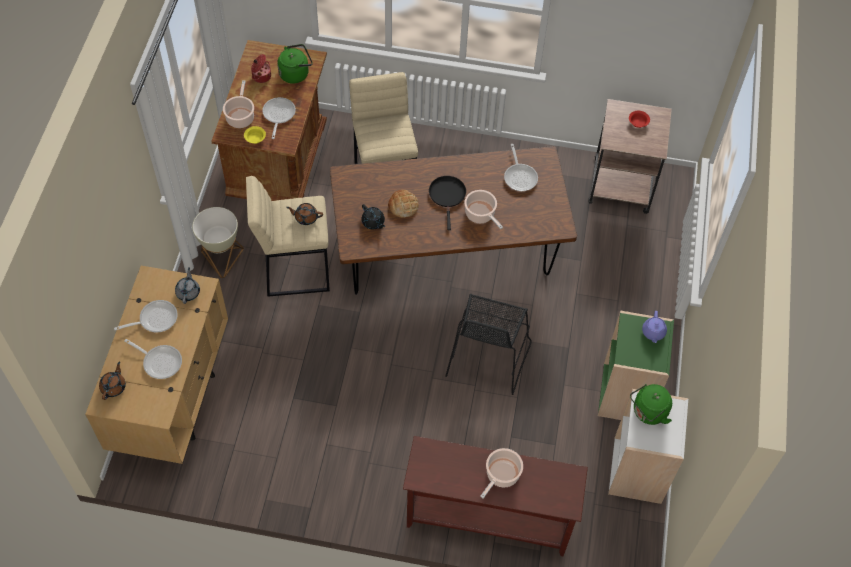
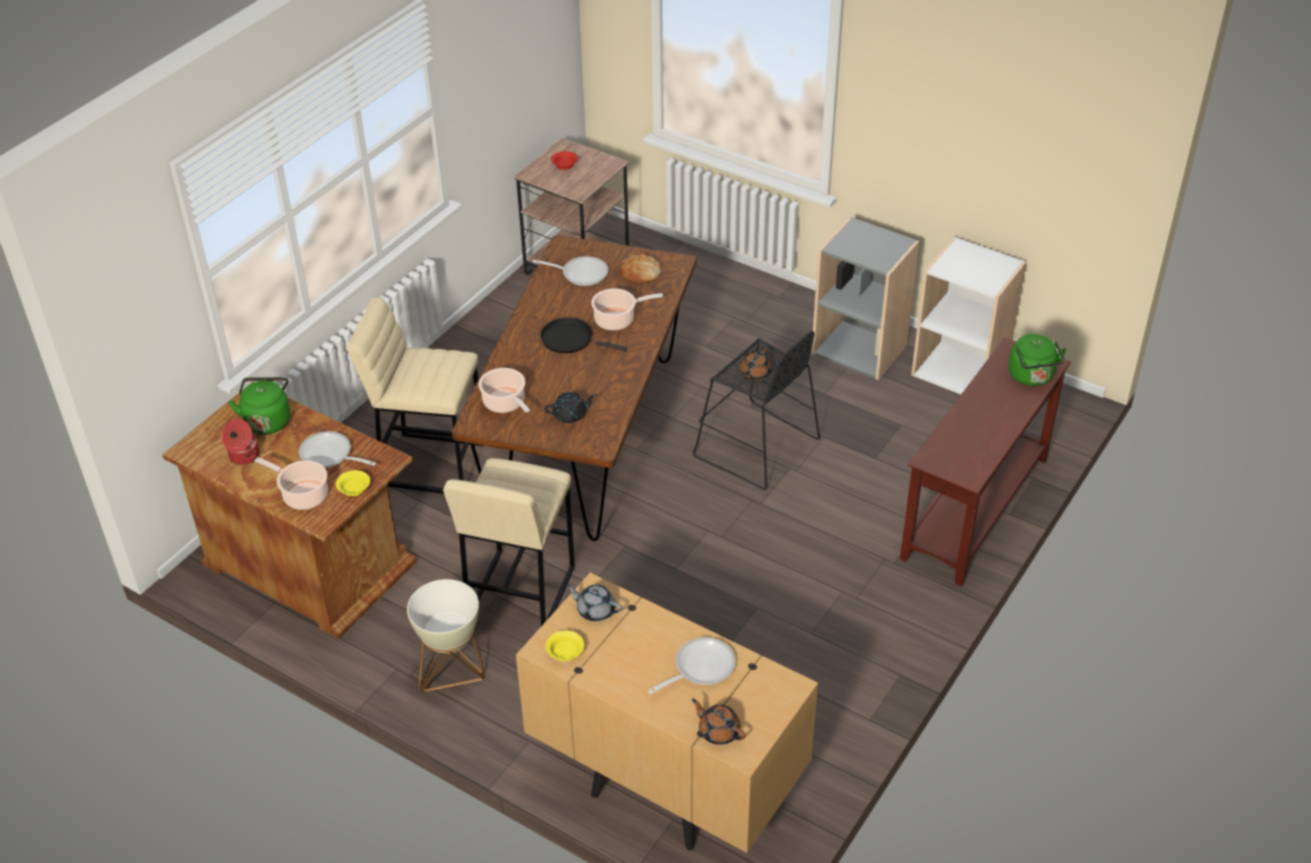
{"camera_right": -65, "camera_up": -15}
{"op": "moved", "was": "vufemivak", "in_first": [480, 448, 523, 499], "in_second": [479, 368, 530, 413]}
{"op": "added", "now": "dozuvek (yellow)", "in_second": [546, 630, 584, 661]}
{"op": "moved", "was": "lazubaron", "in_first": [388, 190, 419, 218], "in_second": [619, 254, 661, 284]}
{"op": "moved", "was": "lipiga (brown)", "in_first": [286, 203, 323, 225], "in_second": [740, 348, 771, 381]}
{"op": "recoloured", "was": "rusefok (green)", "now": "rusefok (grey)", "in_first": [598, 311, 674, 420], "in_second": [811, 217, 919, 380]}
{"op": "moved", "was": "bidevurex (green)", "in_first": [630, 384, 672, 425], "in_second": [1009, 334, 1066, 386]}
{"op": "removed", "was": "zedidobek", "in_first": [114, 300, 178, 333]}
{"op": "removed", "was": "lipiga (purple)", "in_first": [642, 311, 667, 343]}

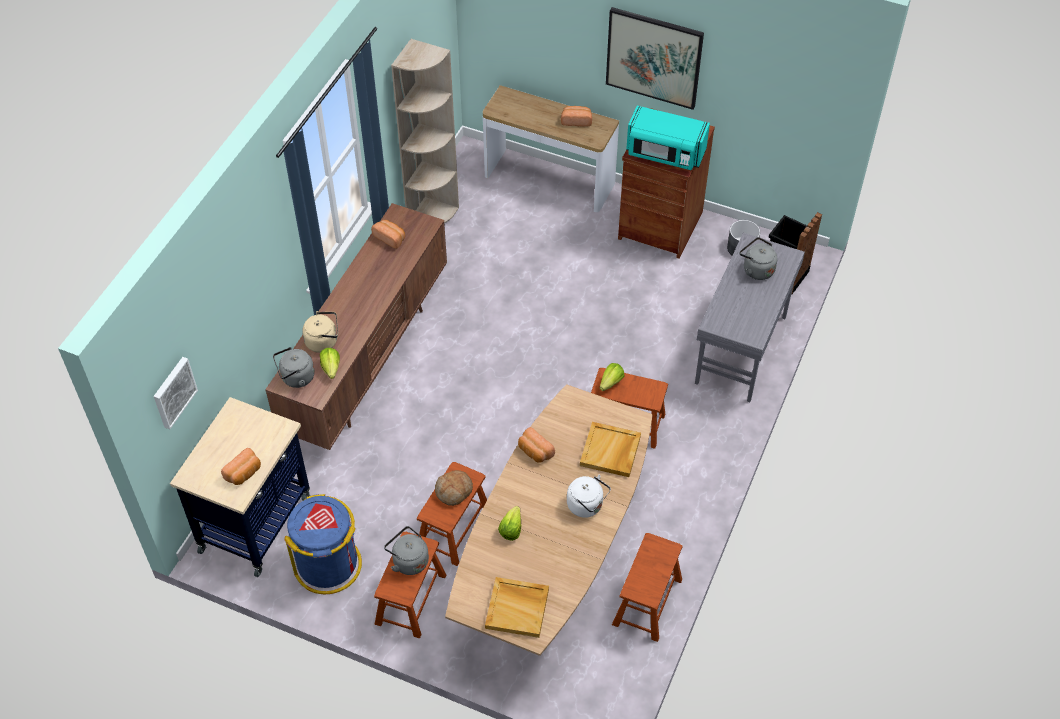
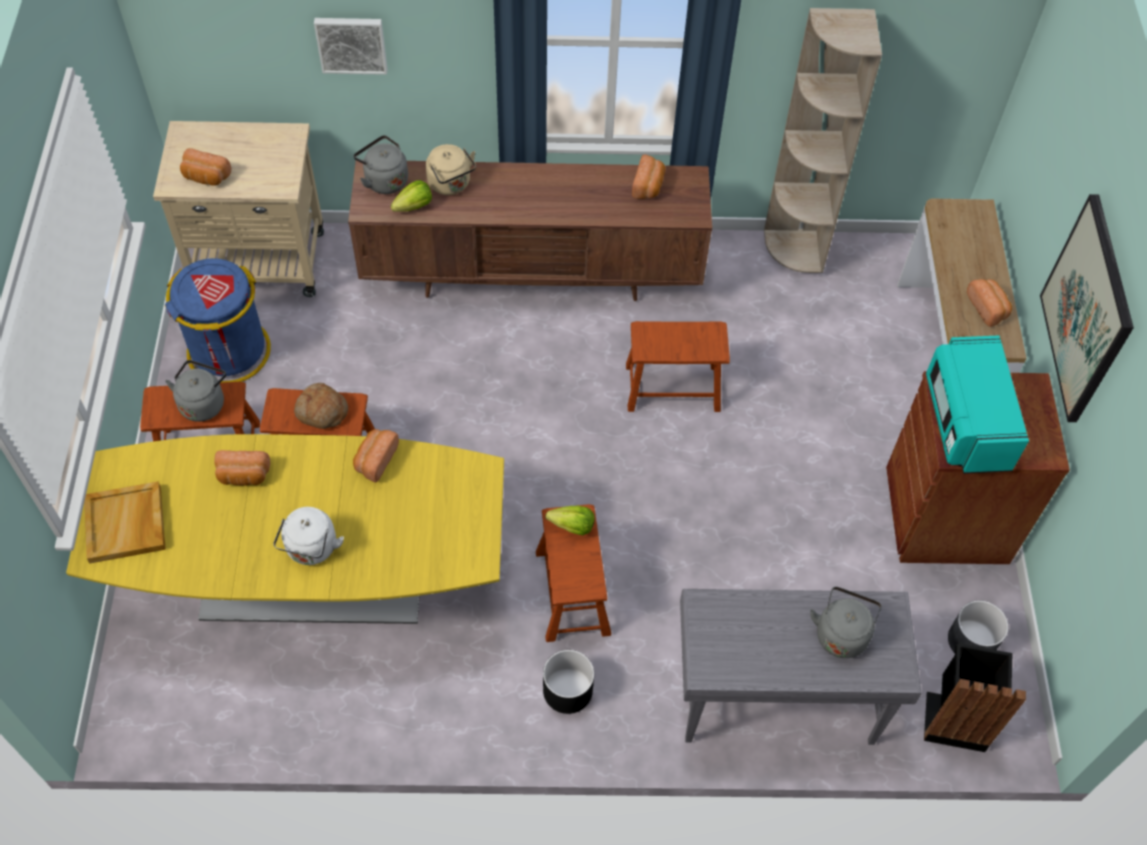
{"camera_right": 65, "camera_up": 5}
{"op": "recoloured", "was": "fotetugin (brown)", "now": "fotetugin (yellow)", "in_first": [445, 384, 653, 656], "in_second": [66, 434, 504, 624]}
{"op": "recoloured", "was": "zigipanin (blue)", "now": "zigipanin (beige)", "in_first": [170, 397, 310, 577], "in_second": [153, 121, 324, 297]}
{"op": "replaced", "was": "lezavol", "now": "lazubaron", "in_first": [498, 506, 521, 541], "in_second": [214, 450, 270, 486]}
{"op": "moved", "was": "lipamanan", "in_first": [154, 357, 198, 429], "in_second": [314, 18, 387, 75]}
{"op": "added", "now": "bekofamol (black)", "in_second": [543, 650, 594, 714]}
{"op": "moved", "was": "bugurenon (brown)", "in_first": [612, 533, 683, 642], "in_second": [626, 321, 730, 412]}
{"op": "removed", "was": "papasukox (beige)", "in_first": [580, 422, 641, 477]}

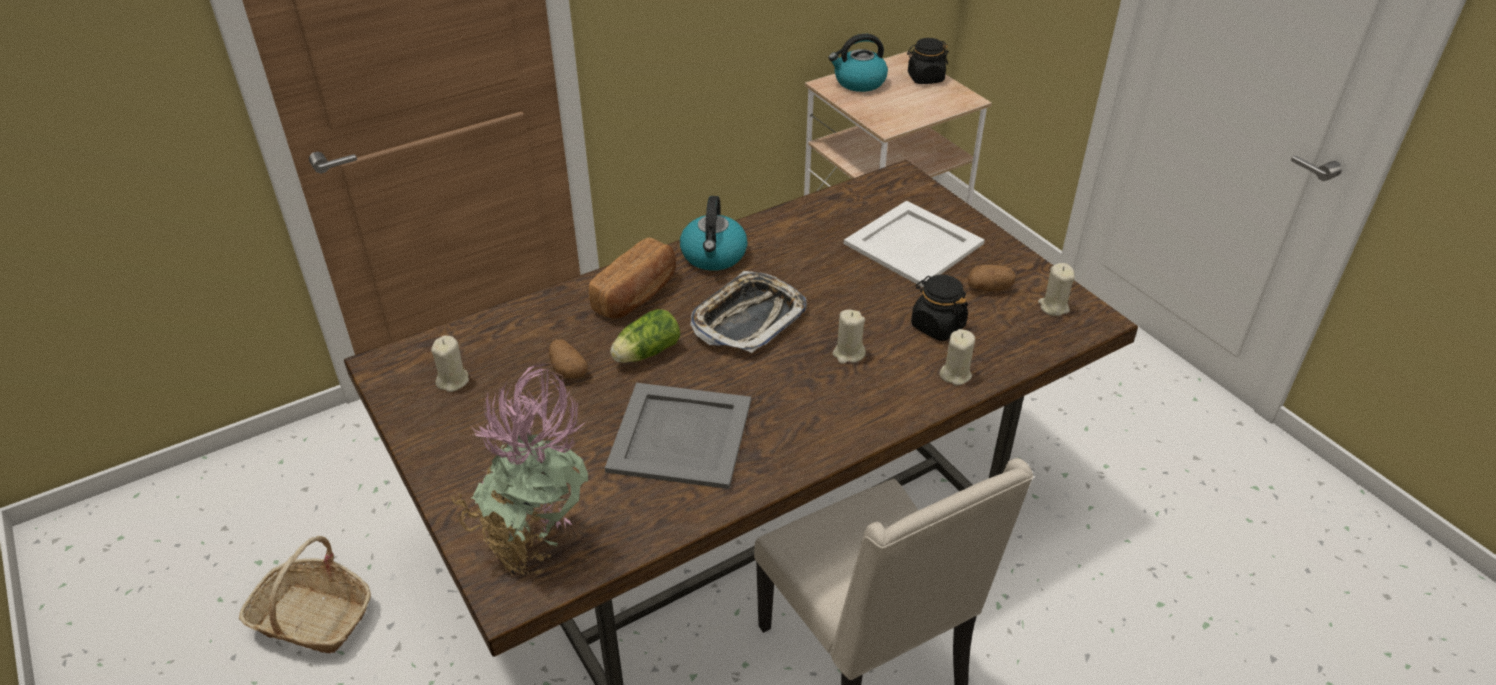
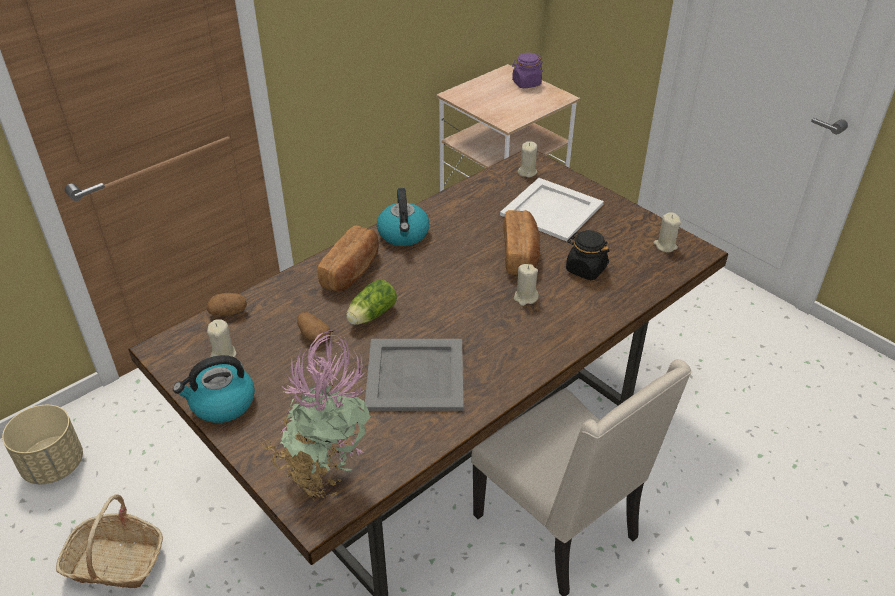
{"camera_right": -10, "camera_up": 0}
{"op": "added", "now": "bekofamol (beige)", "in_second": [2, 405, 83, 484]}
{"op": "moved", "was": "bidevurex", "in_first": [829, 34, 888, 92], "in_second": [173, 355, 255, 423]}
{"op": "moved", "was": "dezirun", "in_first": [968, 265, 1016, 292], "in_second": [207, 293, 247, 316]}
{"op": "added", "now": "lazubaron", "in_second": [503, 210, 540, 275]}
{"op": "recoloured", "was": "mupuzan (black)", "now": "mupuzan (purple)", "in_first": [907, 38, 949, 84], "in_second": [512, 53, 543, 88]}
{"op": "moved", "was": "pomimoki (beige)", "in_first": [940, 329, 975, 385], "in_second": [518, 141, 537, 177]}
{"op": "removed", "was": "papasukox", "in_first": [690, 271, 807, 353]}

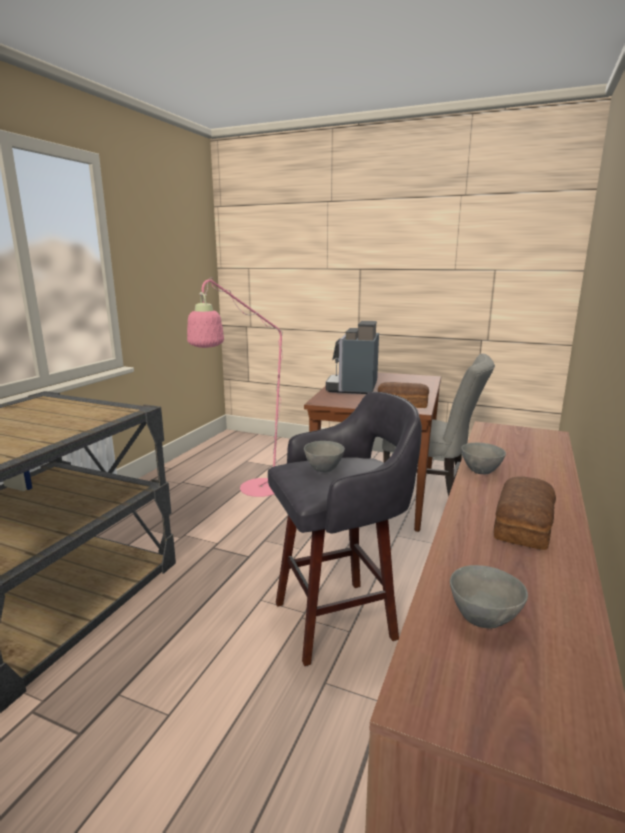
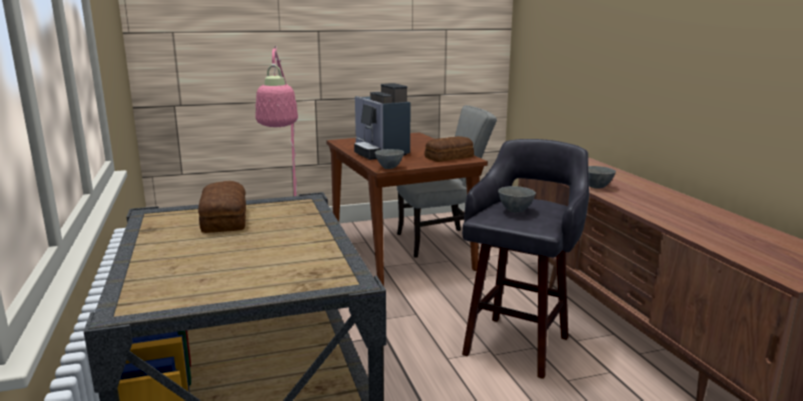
{"camera_right": -40, "camera_up": 0}
{"op": "moved", "was": "lazubaron", "in_first": [494, 476, 556, 550], "in_second": [198, 181, 246, 233]}
{"op": "moved", "was": "dozuvek (grey)", "in_first": [450, 565, 528, 629], "in_second": [375, 149, 404, 169]}

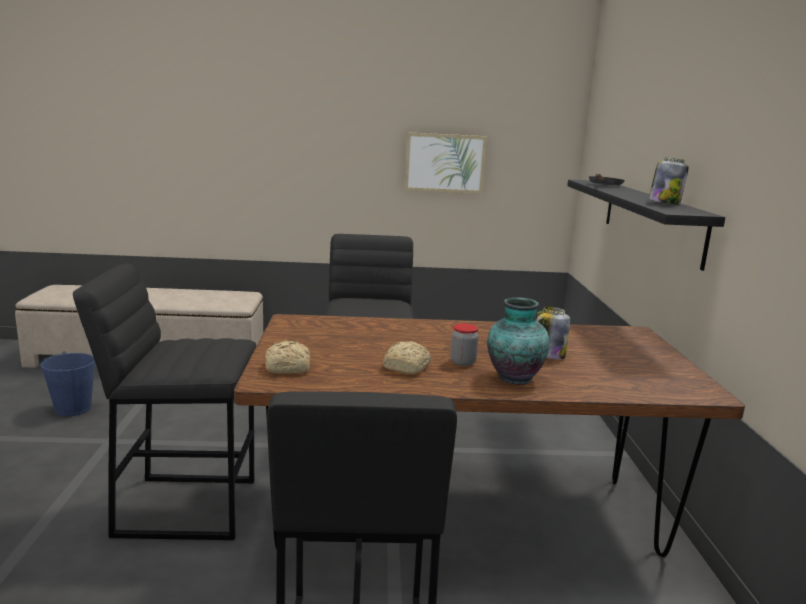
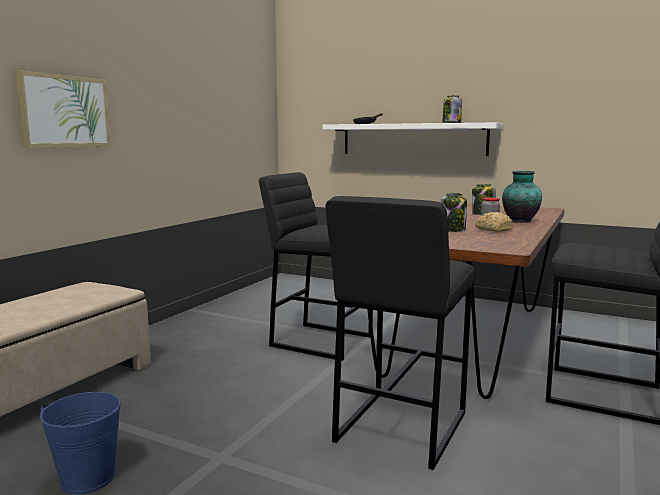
{"camera_right": -60, "camera_up": -5}
{"op": "moved", "was": "lipamanan", "in_first": [404, 132, 487, 194], "in_second": [15, 70, 111, 148]}
{"op": "recoloured", "was": "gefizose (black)", "now": "gefizose (white)", "in_first": [567, 180, 725, 271], "in_second": [323, 122, 503, 156]}
{"op": "added", "now": "mupuzan", "in_second": [440, 193, 467, 232]}
{"op": "removed", "was": "lazubaron", "in_first": [265, 340, 311, 374]}

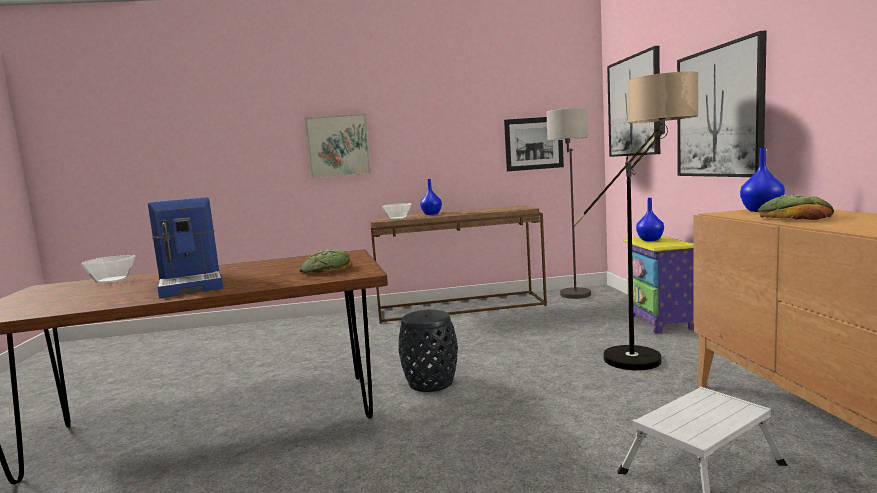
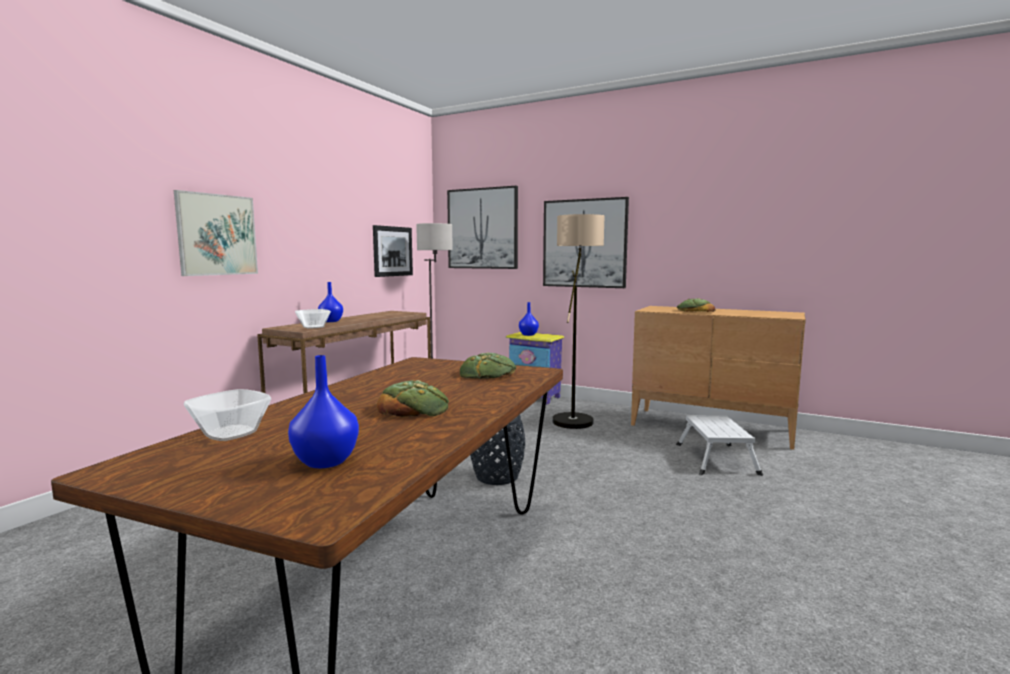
{"camera_right": -55, "camera_up": 0}
{"op": "moved", "was": "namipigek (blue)", "in_first": [740, 148, 785, 212], "in_second": [288, 355, 359, 468]}
{"op": "replaced", "was": "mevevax", "now": "lazubaron", "in_first": [148, 197, 223, 298], "in_second": [377, 380, 449, 417]}

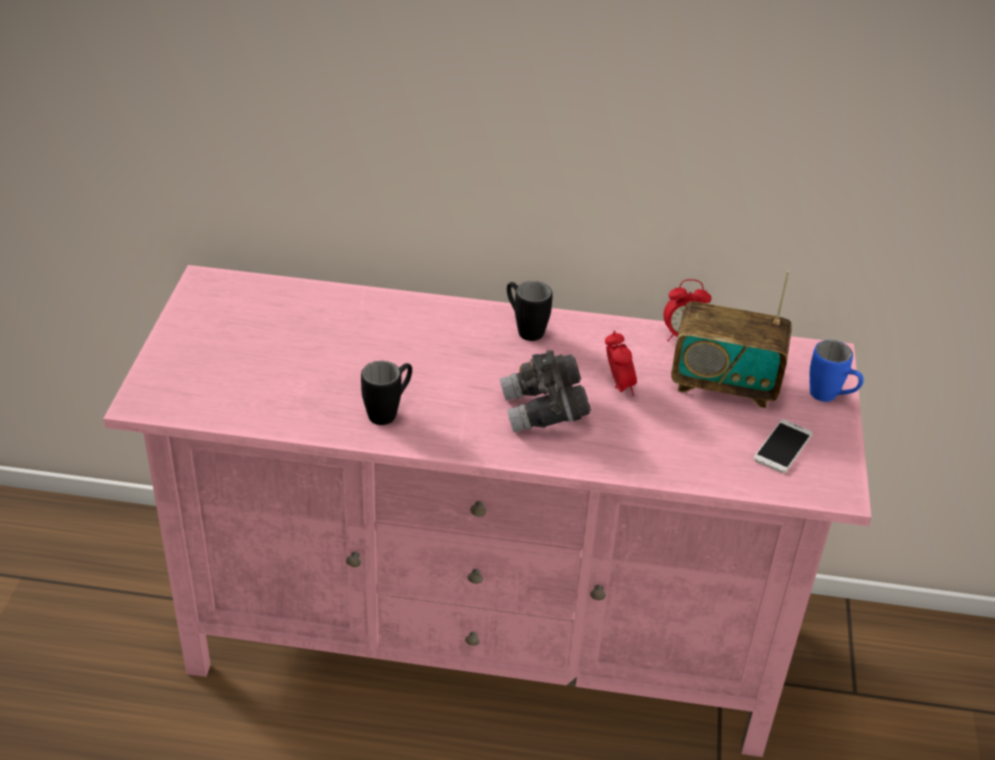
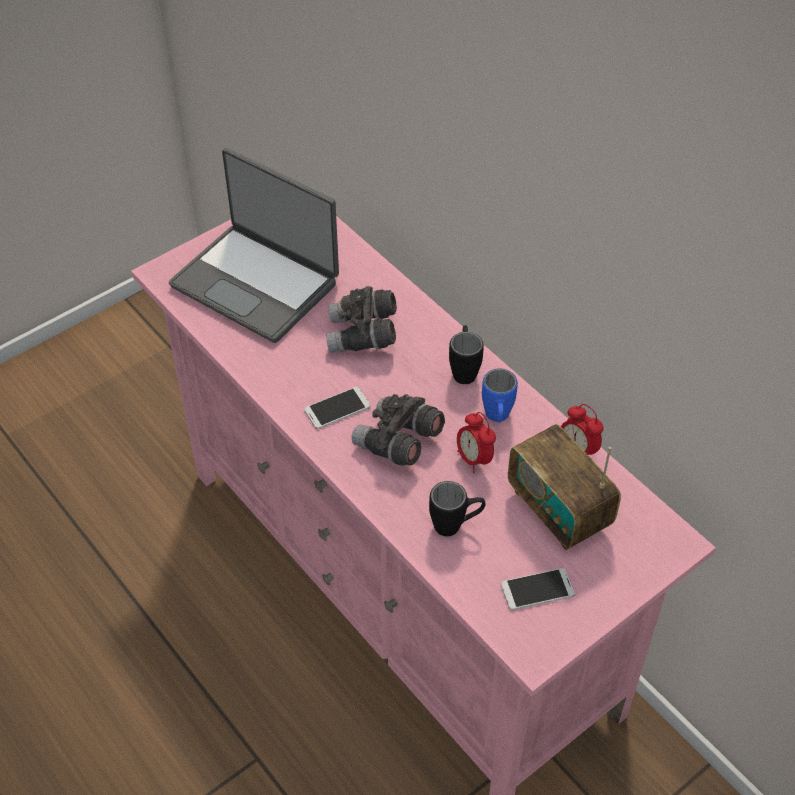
{"camera_right": 45, "camera_up": 10}
{"op": "added", "now": "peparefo", "in_second": [169, 148, 339, 343]}
{"op": "added", "now": "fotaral", "in_second": [304, 387, 371, 429]}
{"op": "added", "now": "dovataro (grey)", "in_second": [326, 286, 397, 353]}
{"op": "moved", "was": "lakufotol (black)", "in_first": [361, 361, 412, 425], "in_second": [429, 481, 486, 536]}
{"op": "turned", "was": "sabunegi", "in_first": [605, 331, 637, 396], "in_second": [457, 412, 496, 473], "clockwise": 120}
{"op": "moved", "was": "lakufotol (blue)", "in_first": [810, 340, 864, 402], "in_second": [482, 368, 518, 423]}

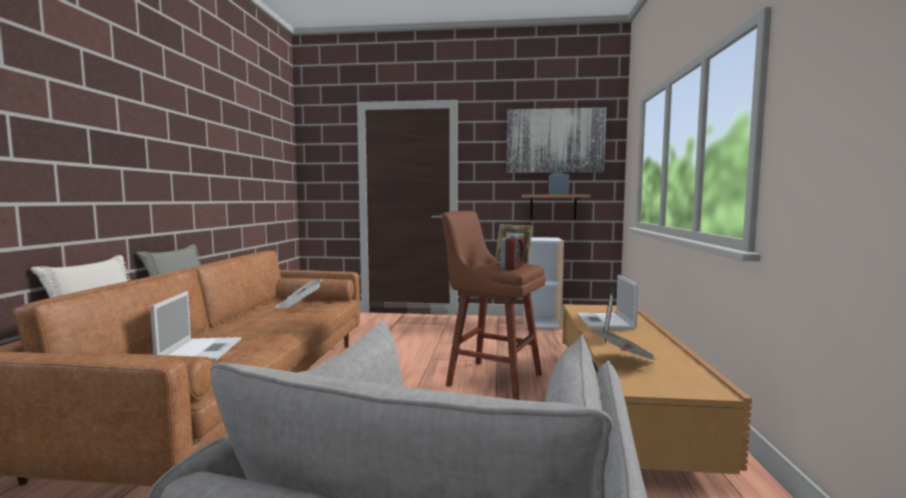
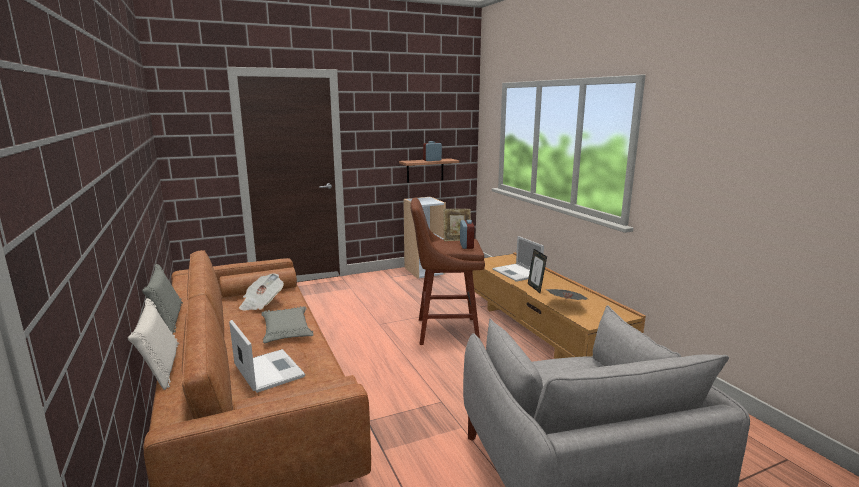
{"camera_right": -30, "camera_up": 10}
{"op": "added", "now": "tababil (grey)", "in_second": [261, 306, 314, 343]}
{"op": "removed", "was": "lipamanan", "in_first": [506, 107, 606, 173]}

